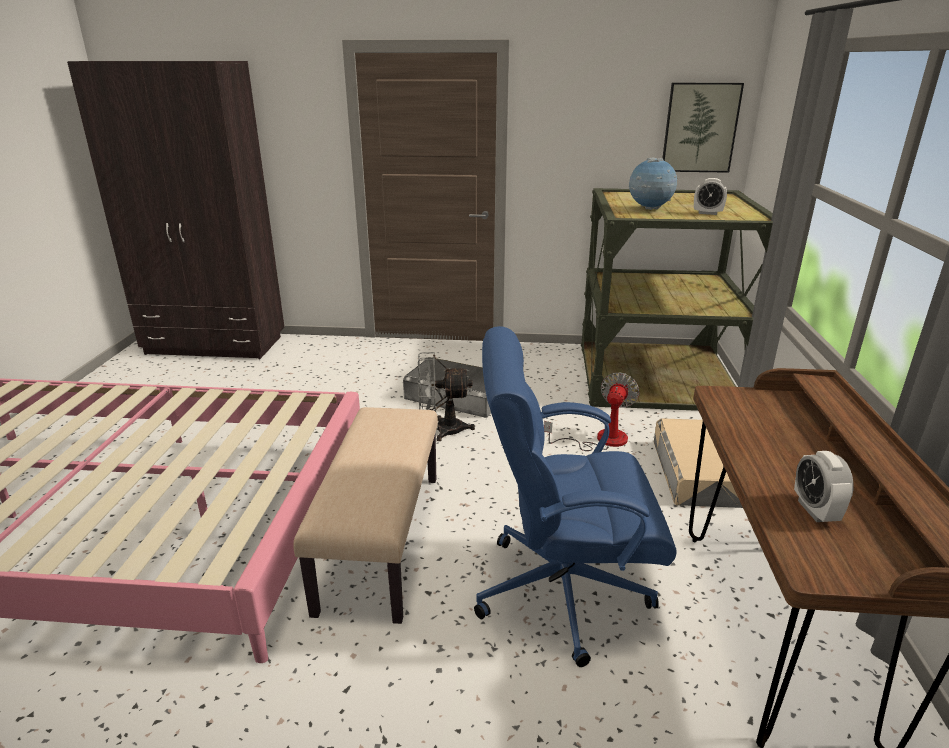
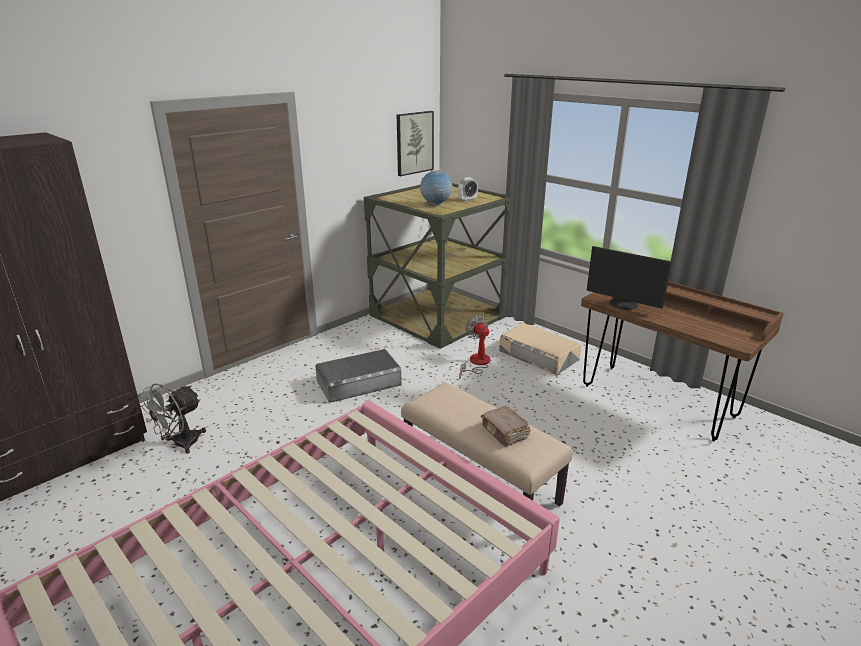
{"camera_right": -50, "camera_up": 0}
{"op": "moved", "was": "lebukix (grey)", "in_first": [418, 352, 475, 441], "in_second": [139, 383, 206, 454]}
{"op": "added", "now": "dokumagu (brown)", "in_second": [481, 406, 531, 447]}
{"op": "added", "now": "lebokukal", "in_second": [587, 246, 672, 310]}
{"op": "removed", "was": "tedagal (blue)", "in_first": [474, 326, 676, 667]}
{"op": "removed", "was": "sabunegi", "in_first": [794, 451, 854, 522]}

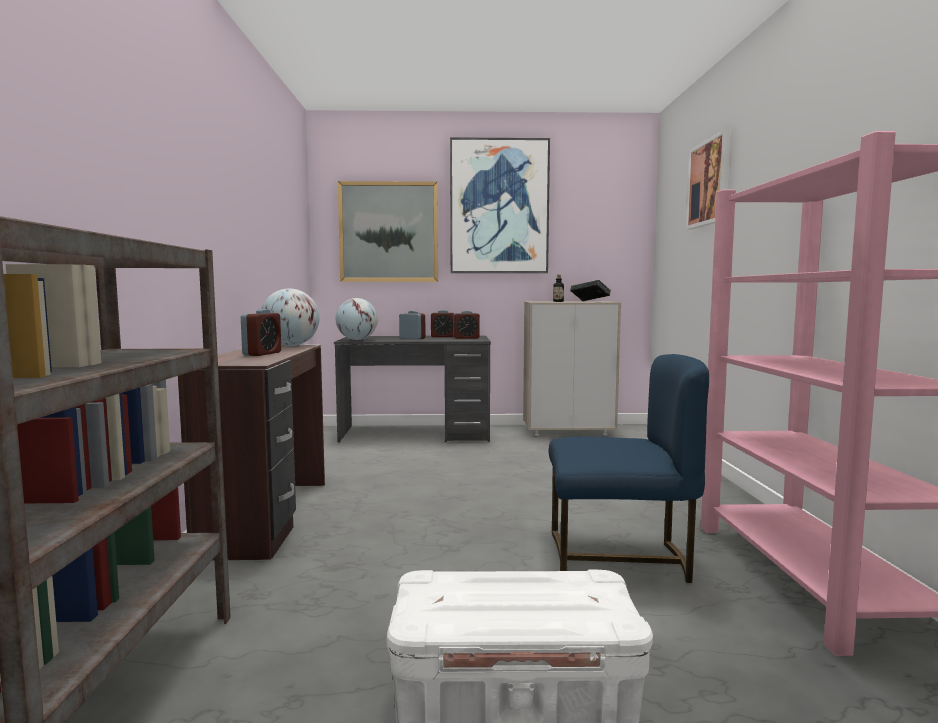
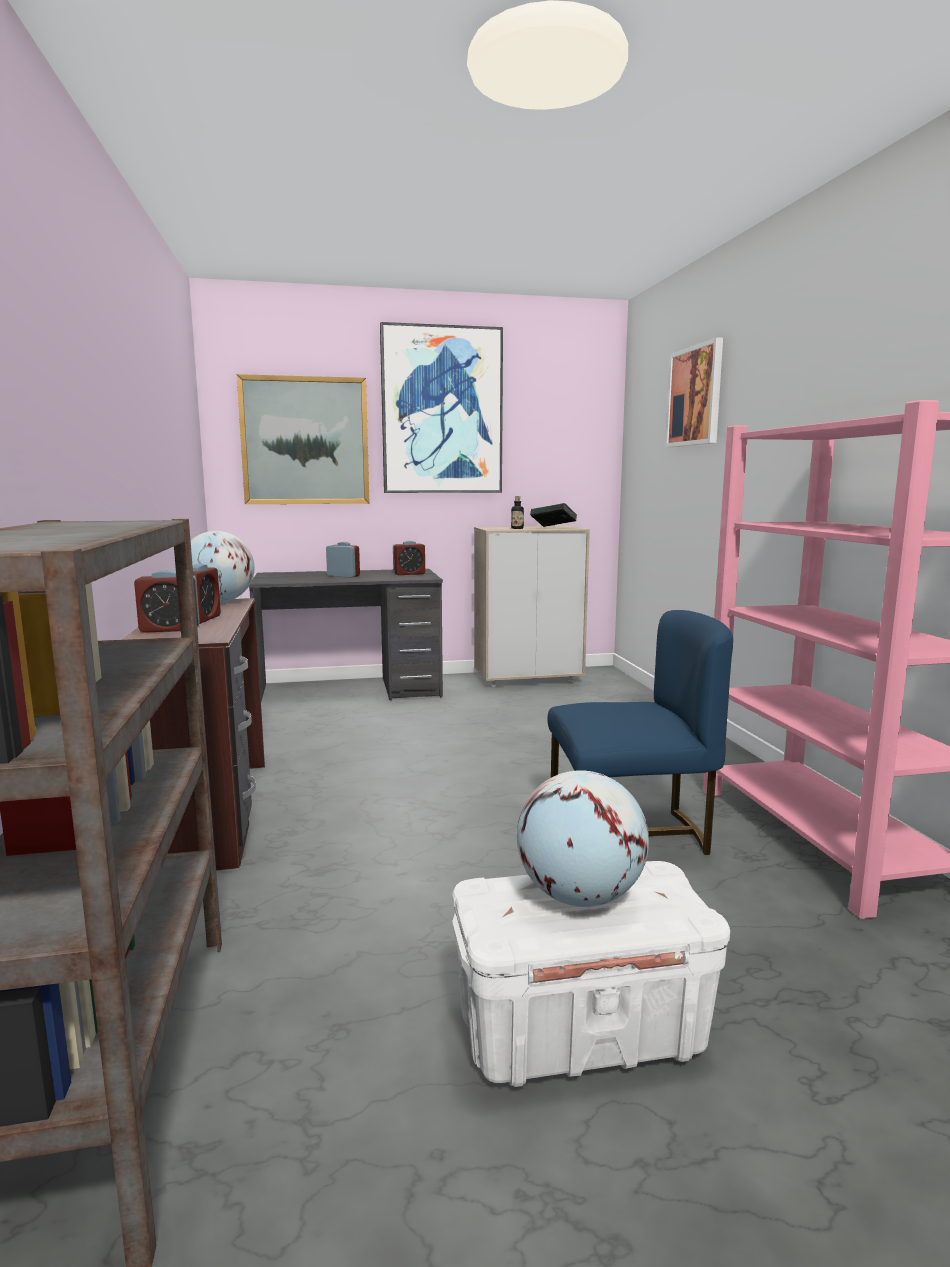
{"camera_right": -10, "camera_up": 5}
{"op": "moved", "was": "sabunegi", "in_first": [431, 310, 455, 337], "in_second": [134, 570, 200, 633]}
{"op": "moved", "was": "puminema", "in_first": [336, 298, 378, 340], "in_second": [517, 770, 649, 907]}

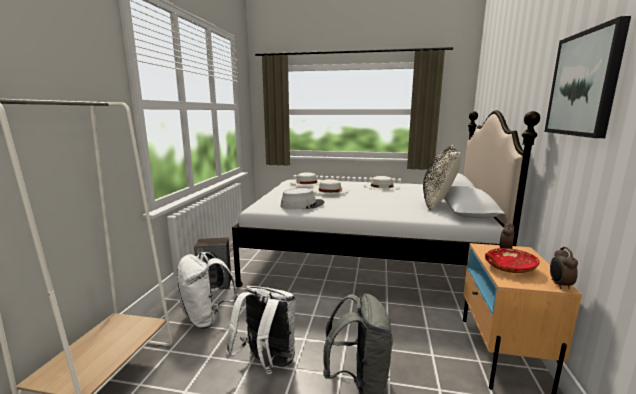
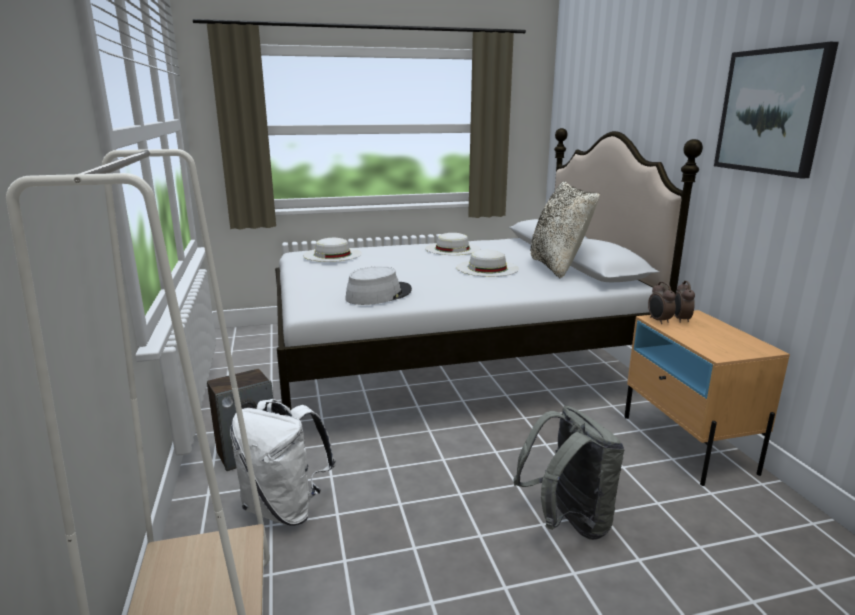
{"camera_right": -25, "camera_up": 5}
{"op": "moved", "was": "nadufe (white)", "in_first": [312, 179, 349, 195], "in_second": [456, 250, 519, 277]}
{"op": "moved", "was": "sabunegi", "in_first": [550, 247, 578, 289], "in_second": [648, 282, 676, 324]}
{"op": "removed", "was": "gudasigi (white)", "in_first": [225, 286, 296, 374]}
{"op": "removed", "was": "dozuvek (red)", "in_first": [485, 248, 540, 273]}

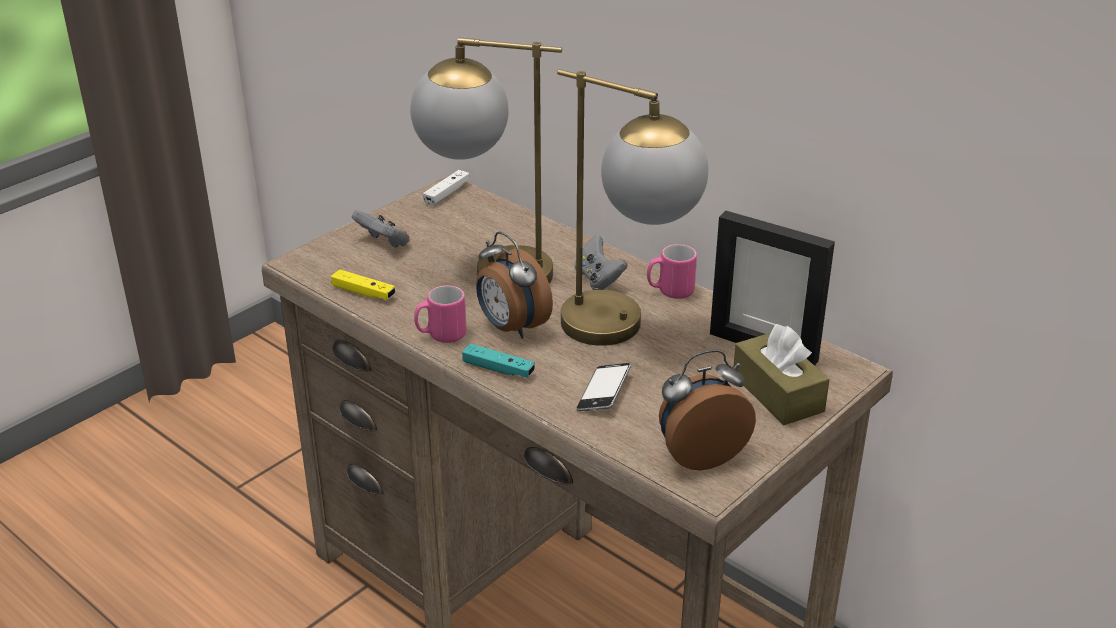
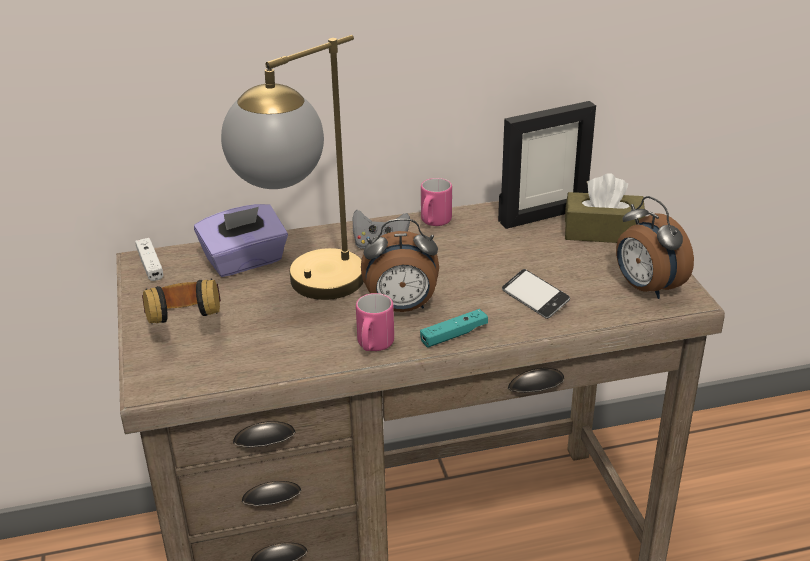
{"camera_right": -55, "camera_up": 0}
{"op": "replaced", "was": "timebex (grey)", "now": "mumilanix", "in_first": [352, 210, 410, 248], "in_second": [142, 278, 221, 324]}
{"op": "added", "now": "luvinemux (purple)", "in_second": [194, 204, 288, 277]}
{"op": "turned", "was": "sabunegi", "in_first": [659, 350, 756, 470], "in_second": [616, 196, 694, 299], "clockwise": -45}
{"op": "removed", "was": "timebex (yellow)", "in_first": [331, 269, 396, 300]}
{"op": "removed", "was": "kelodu", "in_first": [557, 69, 708, 346]}

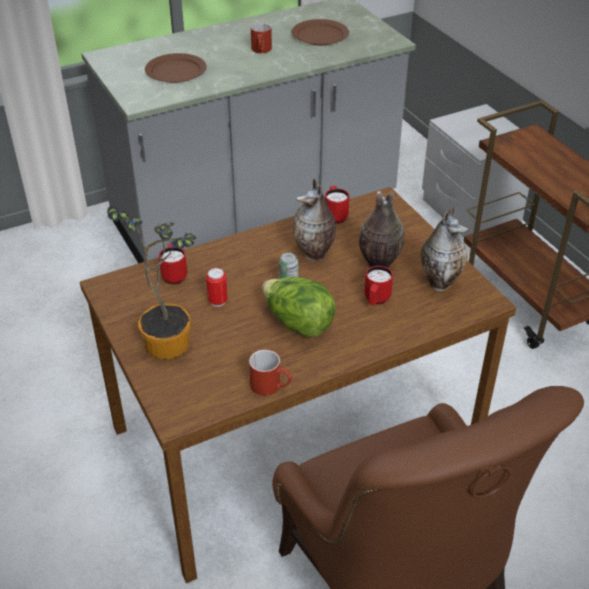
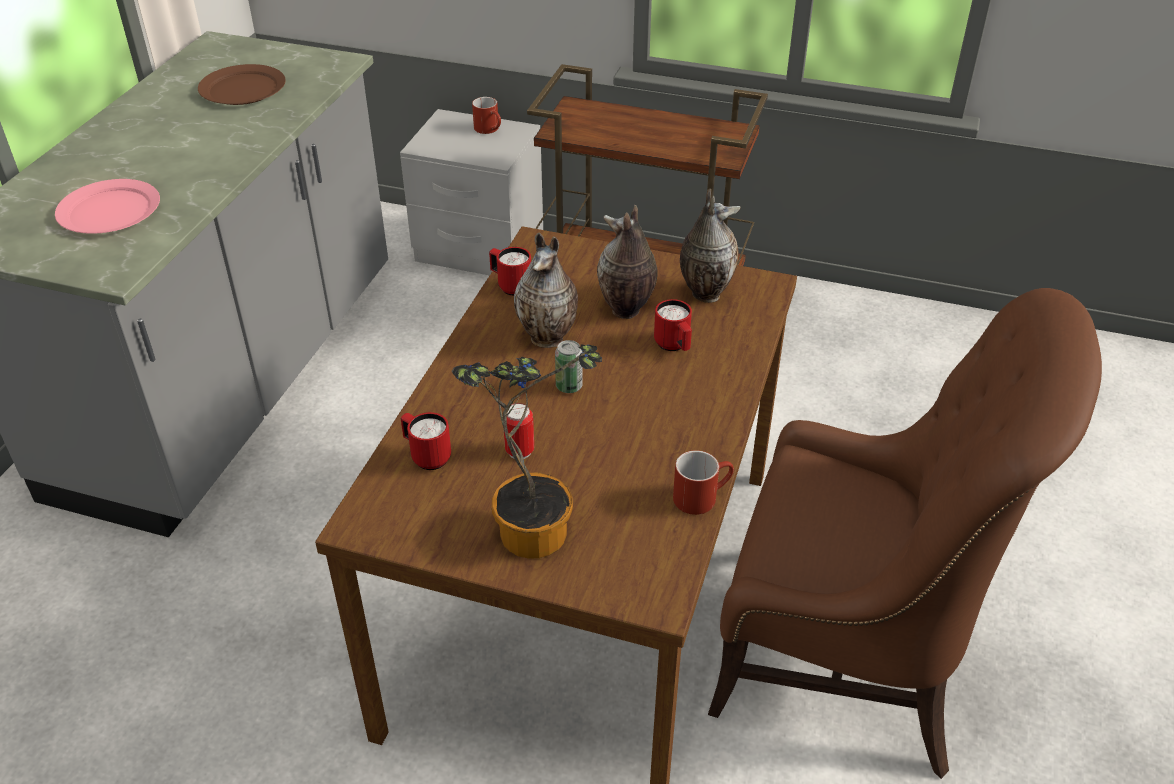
{"camera_right": -45, "camera_up": 0}
{"op": "recoloured", "was": "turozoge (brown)", "now": "turozoge (pink)", "in_first": [145, 53, 207, 83], "in_second": [55, 179, 160, 234]}
{"op": "moved", "was": "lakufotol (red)", "in_first": [251, 23, 272, 53], "in_second": [472, 97, 501, 134]}
{"op": "removed", "was": "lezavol", "in_first": [262, 277, 336, 337]}

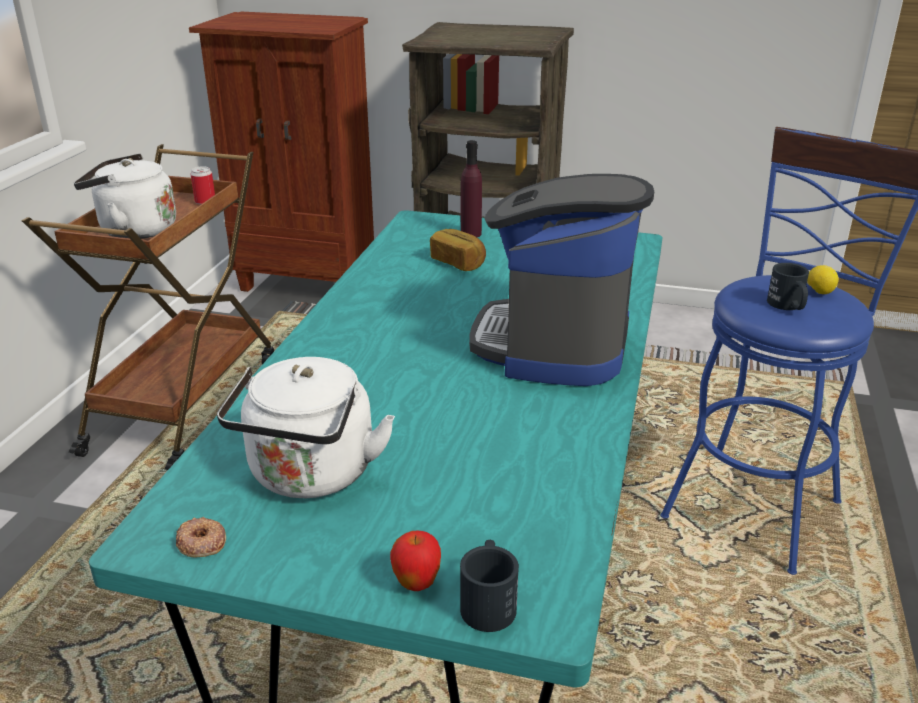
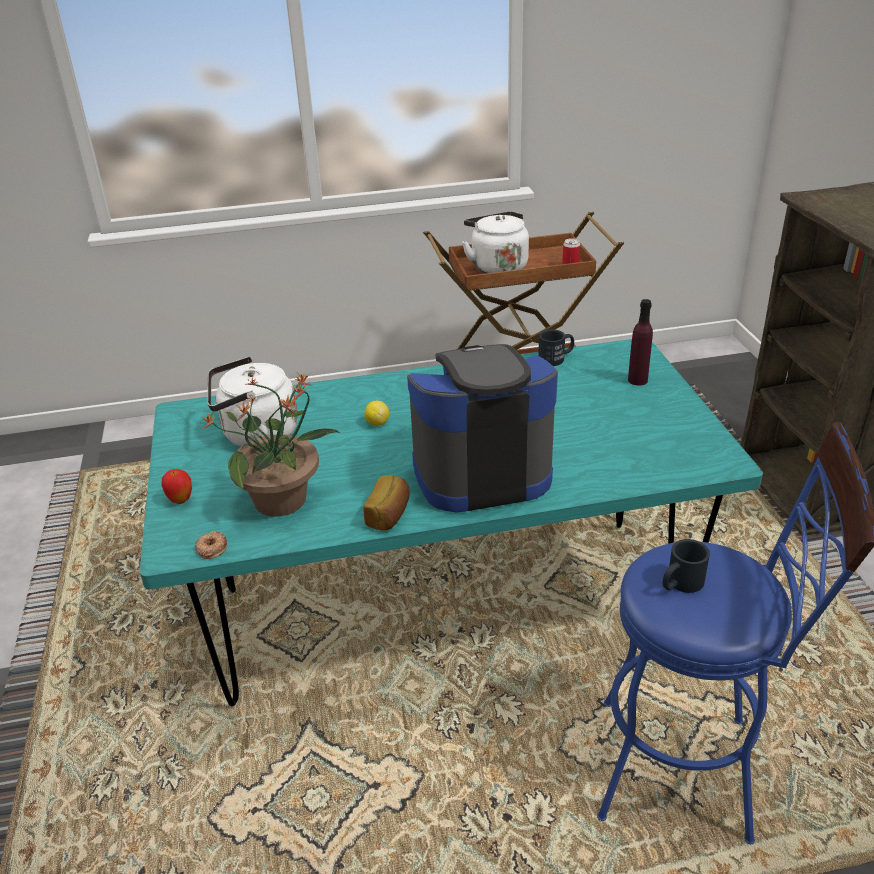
{"camera_right": 65, "camera_up": 5}
{"op": "moved", "was": "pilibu", "in_first": [176, 517, 226, 557], "in_second": [195, 531, 227, 559]}
{"op": "added", "now": "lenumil", "in_second": [201, 374, 340, 517]}
{"op": "moved", "was": "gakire", "in_first": [807, 265, 839, 294], "in_second": [364, 401, 389, 426]}
{"op": "moved", "was": "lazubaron", "in_first": [430, 229, 486, 271], "in_second": [364, 475, 410, 530]}
{"op": "moved", "was": "lakufotol (black)", "in_first": [460, 540, 519, 632], "in_second": [538, 329, 574, 366]}
{"op": "removed", "was": "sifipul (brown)", "in_first": [189, 12, 374, 292]}

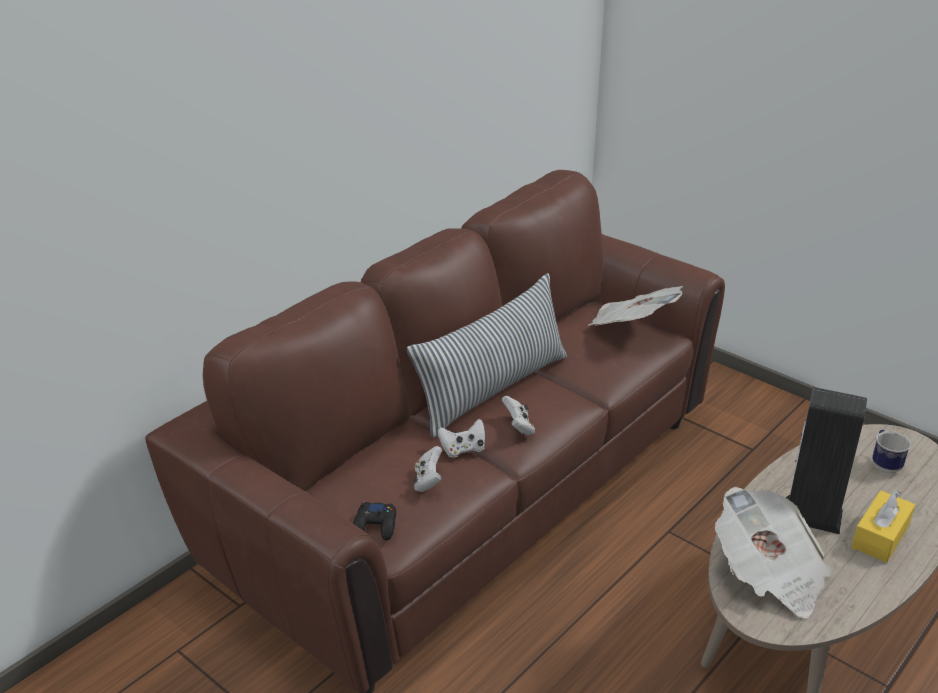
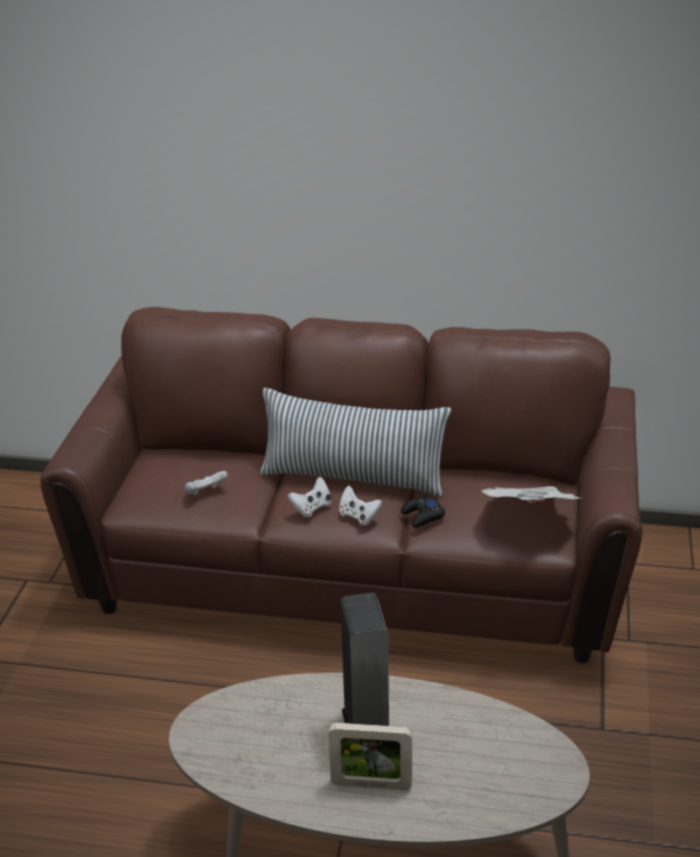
{"camera_right": 60, "camera_up": 0}
{"op": "replaced", "was": "luvinemux (yellow)", "now": "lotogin", "in_first": [851, 490, 915, 563], "in_second": [329, 723, 412, 790]}
{"op": "moved", "was": "timebex (white)", "in_first": [437, 419, 485, 458], "in_second": [339, 486, 382, 525]}
{"op": "moved", "was": "timebex (black)", "in_first": [353, 502, 396, 541], "in_second": [401, 494, 445, 528]}
{"op": "removed", "was": "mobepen", "in_first": [715, 487, 832, 618]}
{"op": "removed", "was": "lakufotol", "in_first": [872, 430, 911, 473]}

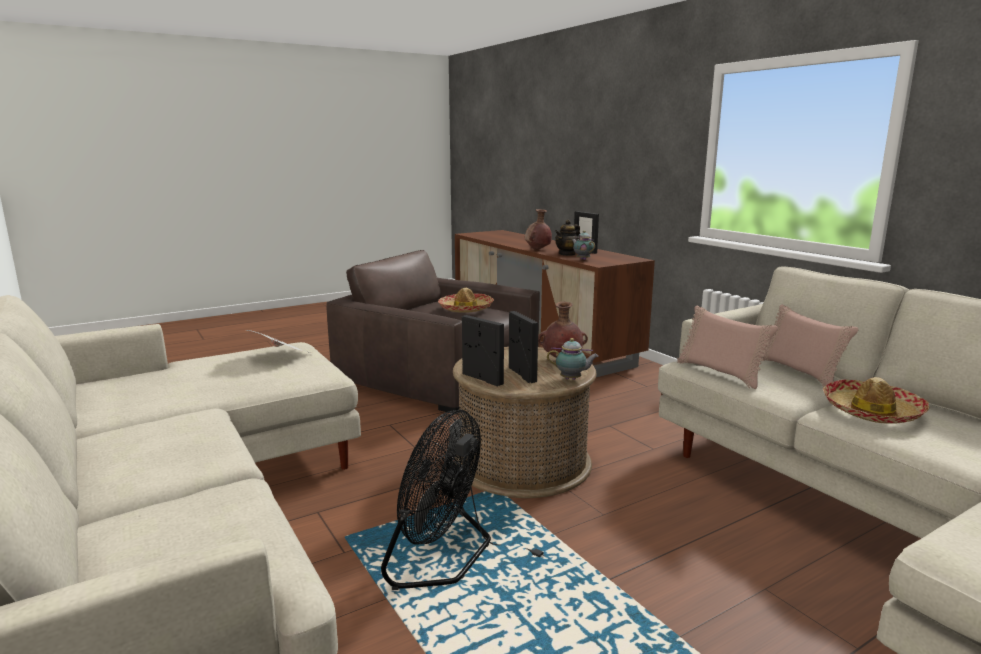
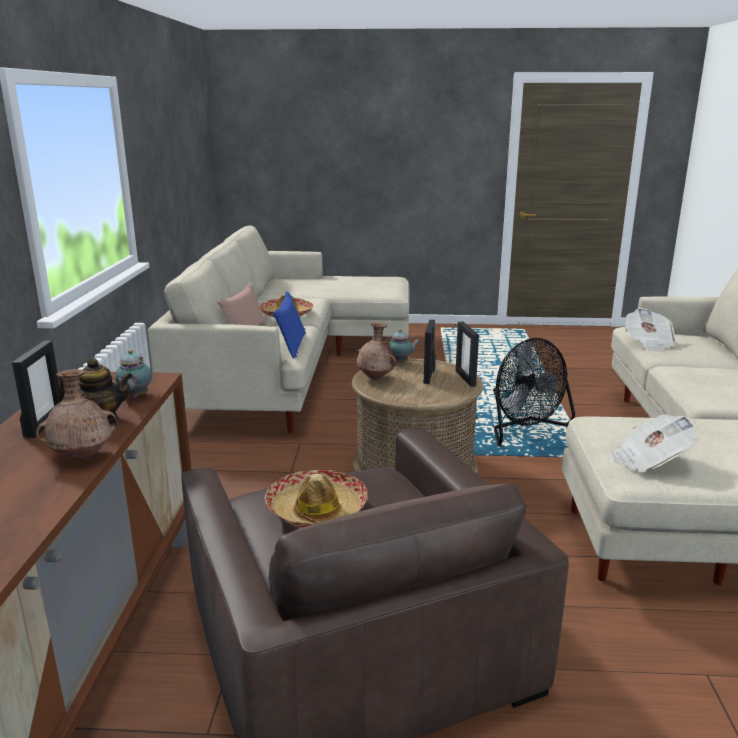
{"camera_right": -145, "camera_up": 5}
{"op": "recoloured", "was": "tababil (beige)", "now": "tababil (blue)", "in_first": [677, 306, 778, 389], "in_second": [273, 292, 306, 358]}
{"op": "turned", "was": "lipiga", "in_first": [547, 338, 599, 380], "in_second": [384, 329, 420, 363], "clockwise": 120}
{"op": "added", "now": "mobepen", "in_second": [626, 308, 676, 352]}

